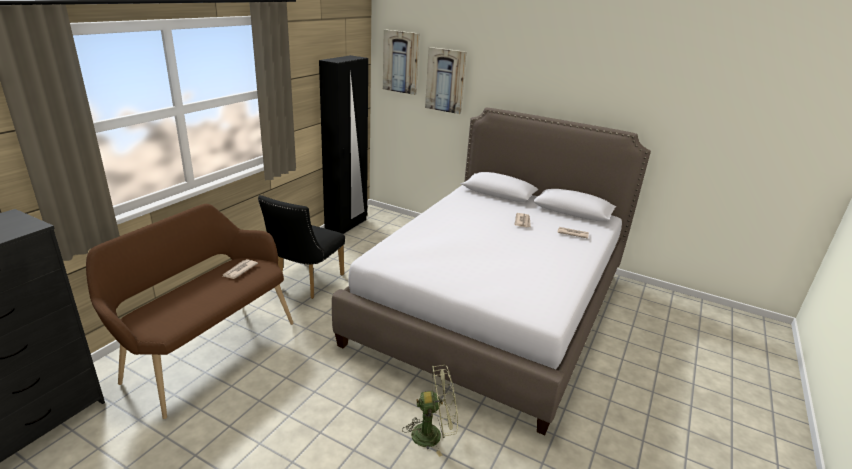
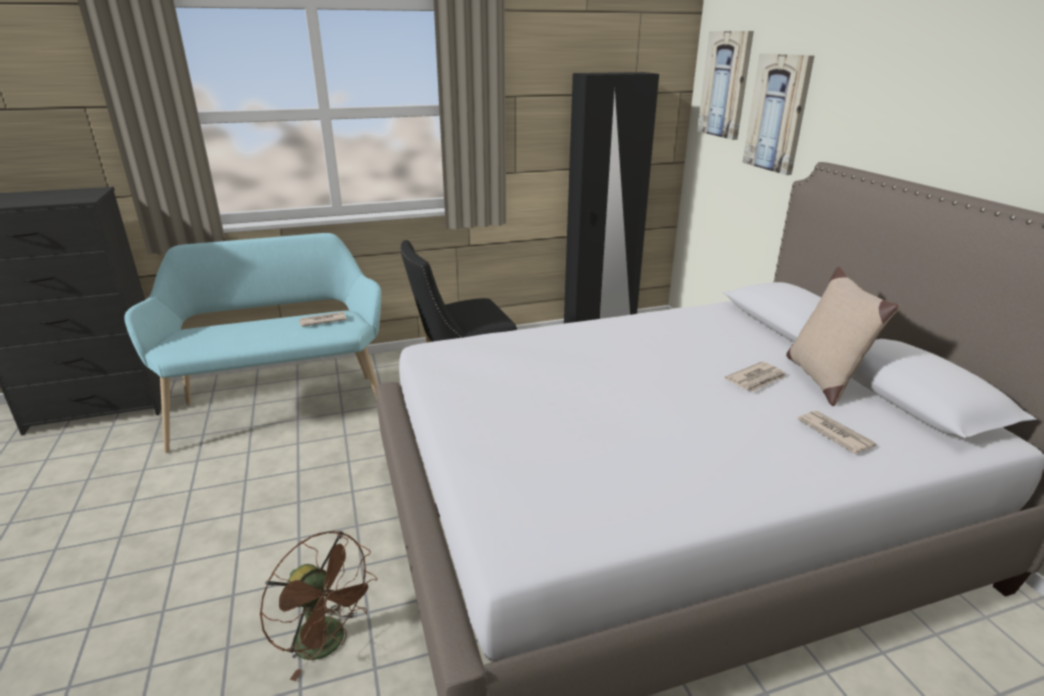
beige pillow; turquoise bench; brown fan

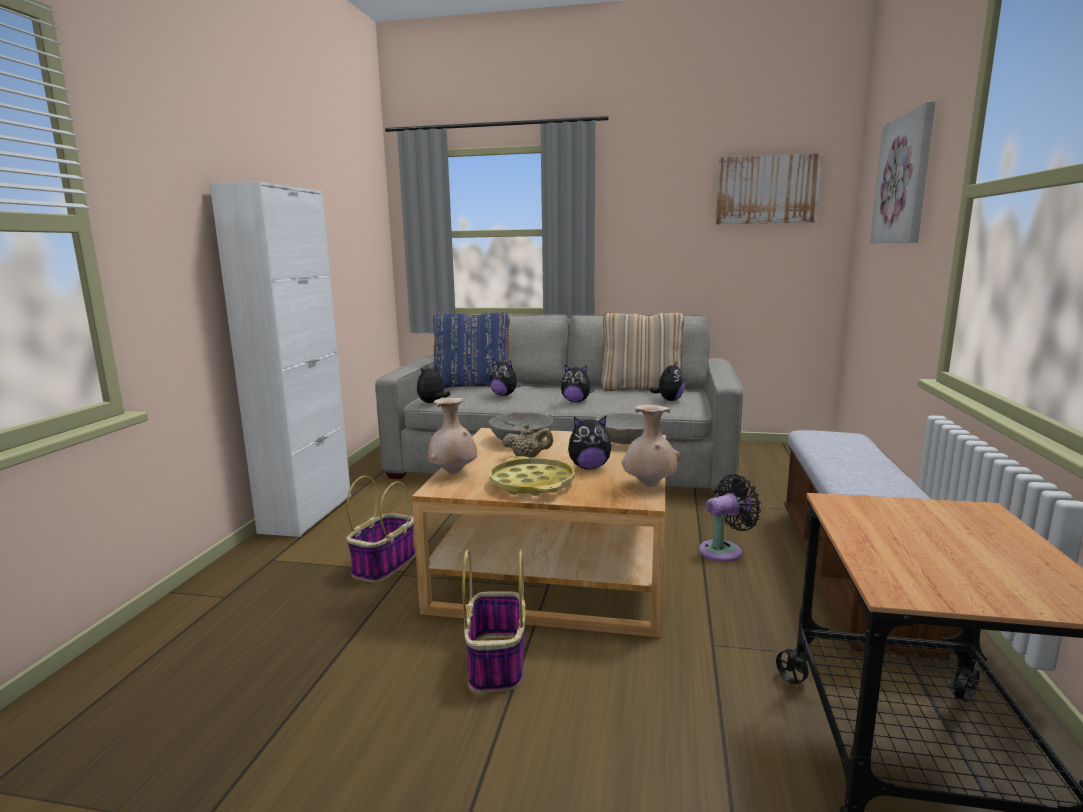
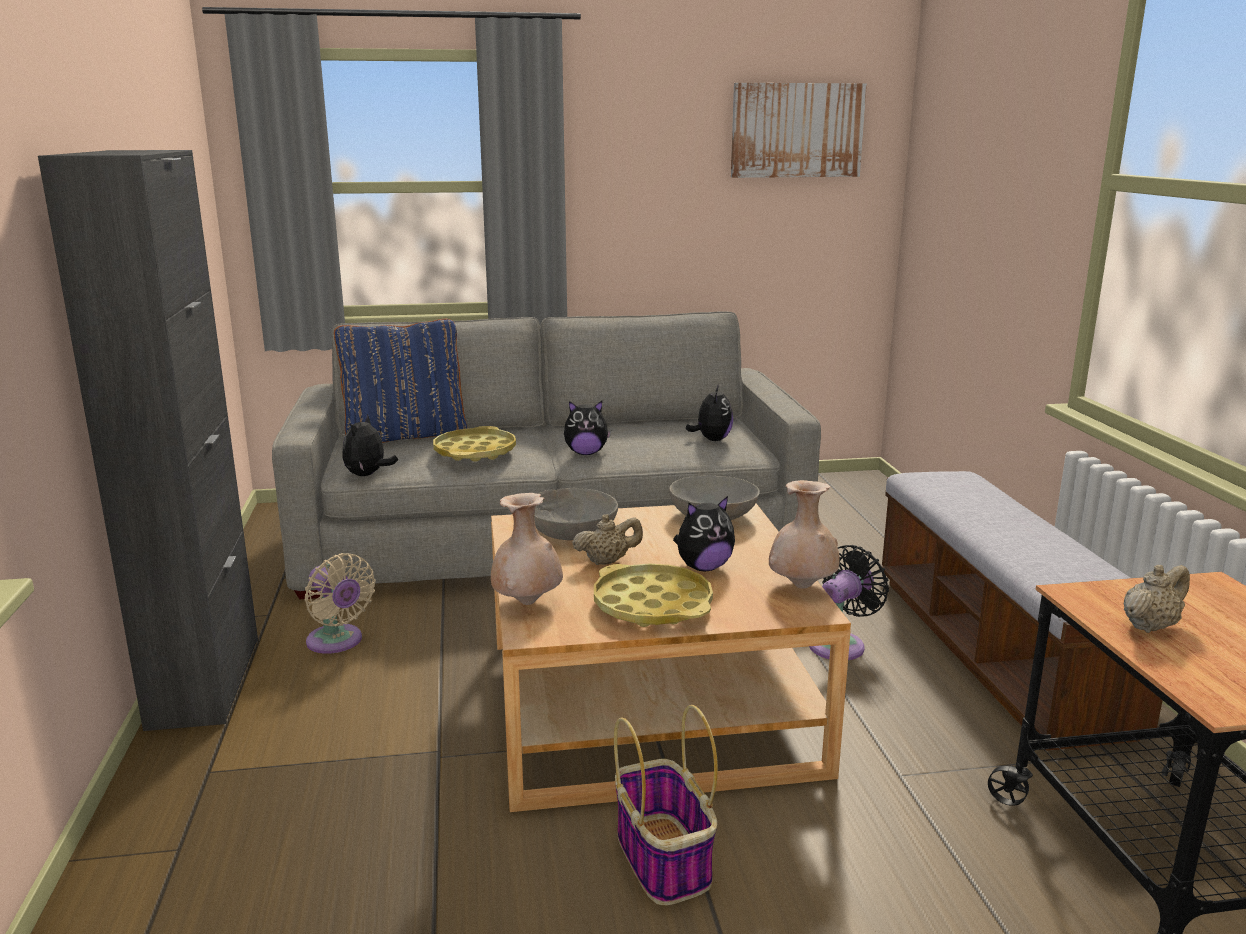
basket (no. 1 from left in the first image); beige pillow; picture (no. 2 from left in the first image); beige fan; beige teapot (no. 2 from left); yellow tray (no. 1 from left); black cabinet

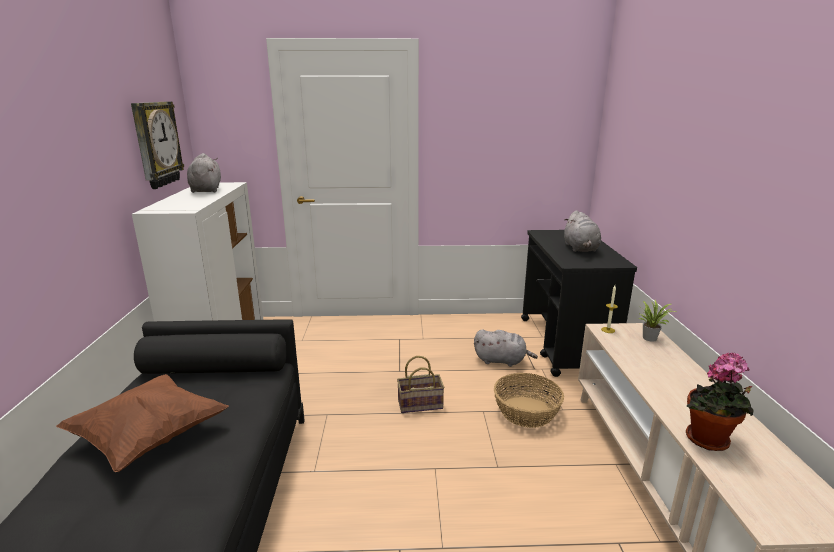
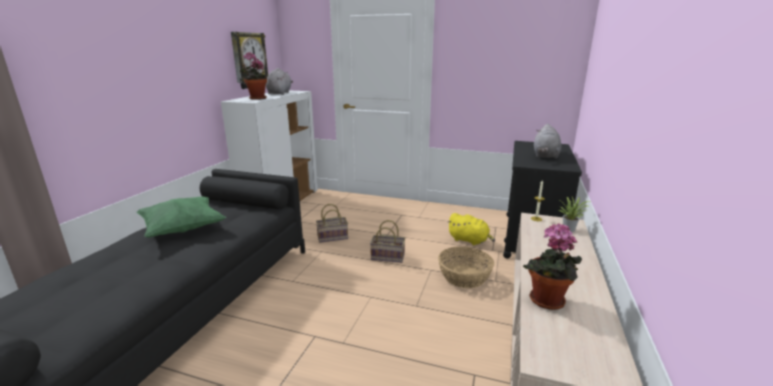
potted plant (no. 1 from left); basket (no. 1 from left); green pillow; yellow plush toy

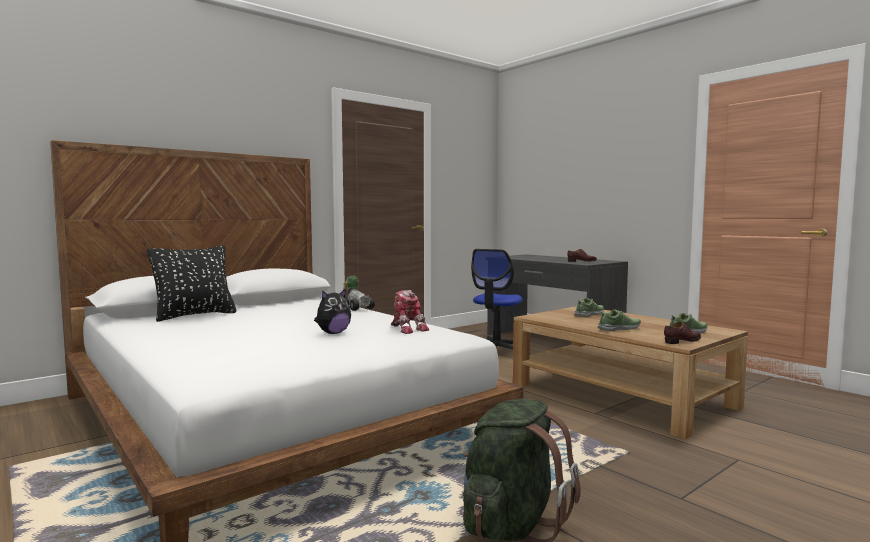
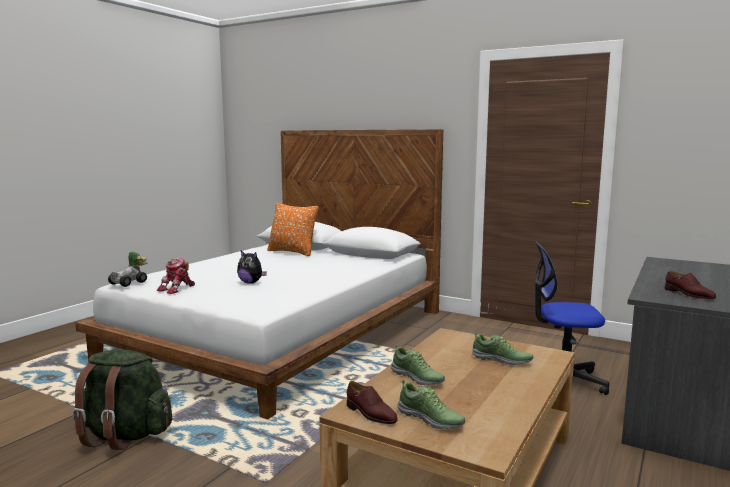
toy car; toy robot; orange pillow

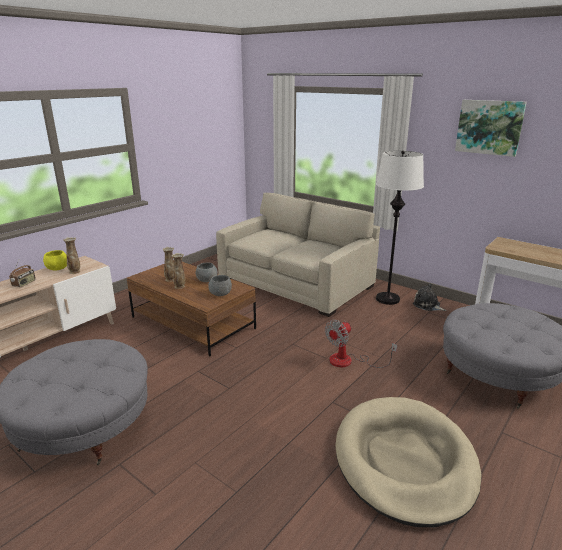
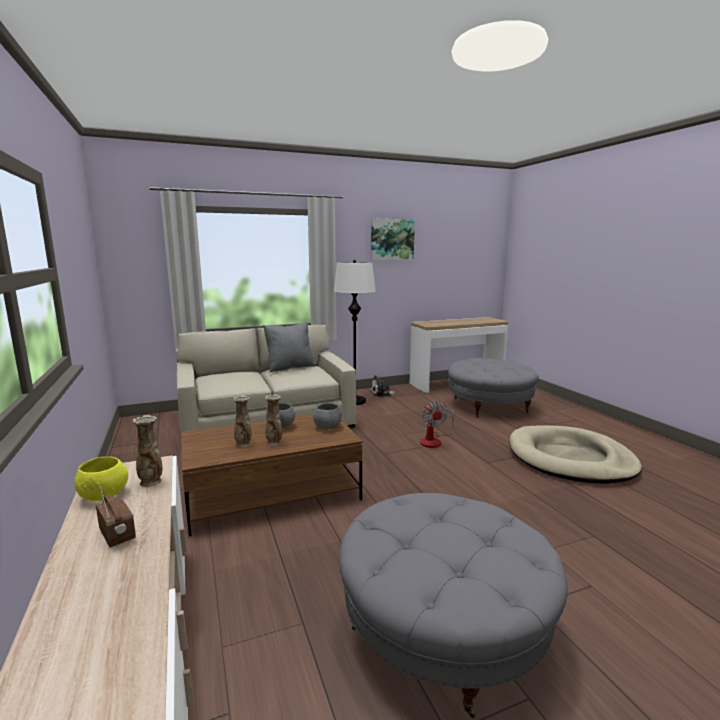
grey pillow

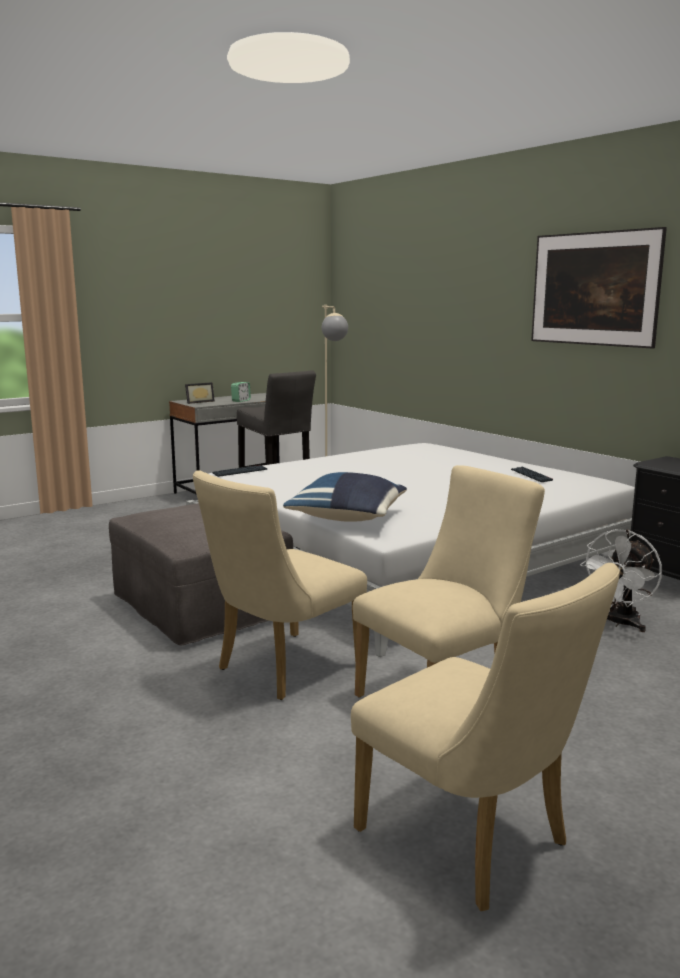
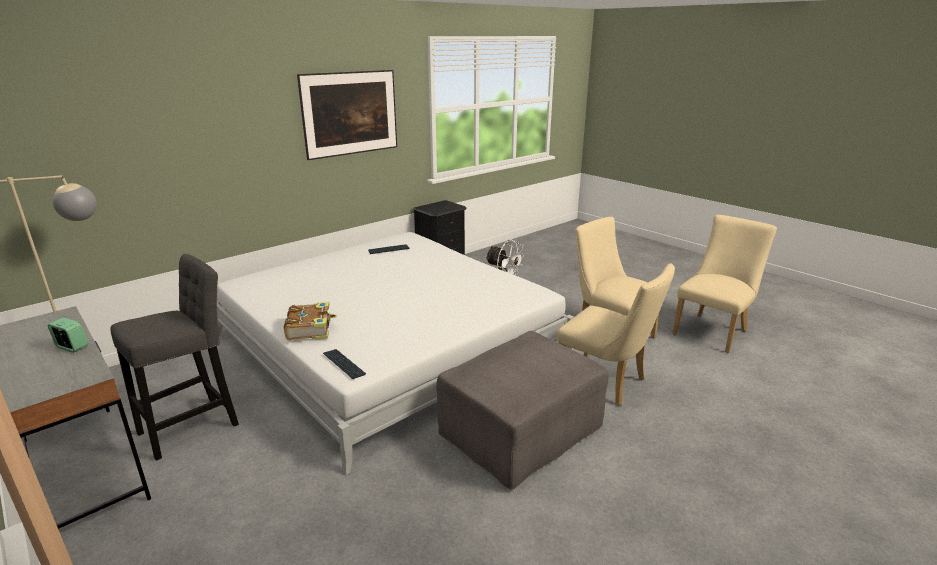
picture frame; blue pillow; book

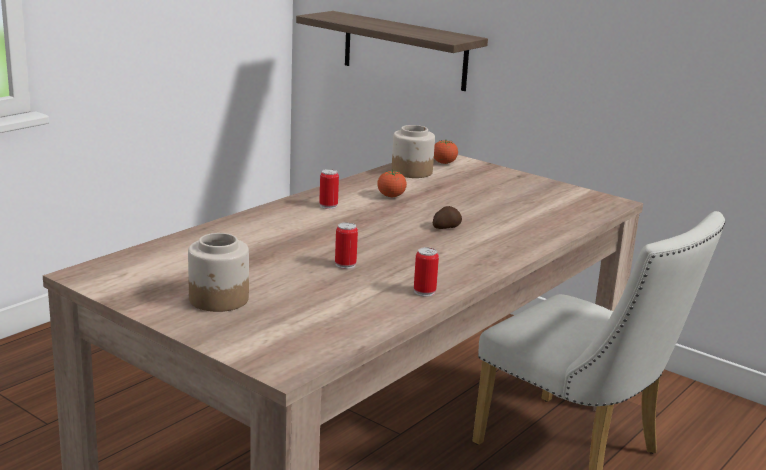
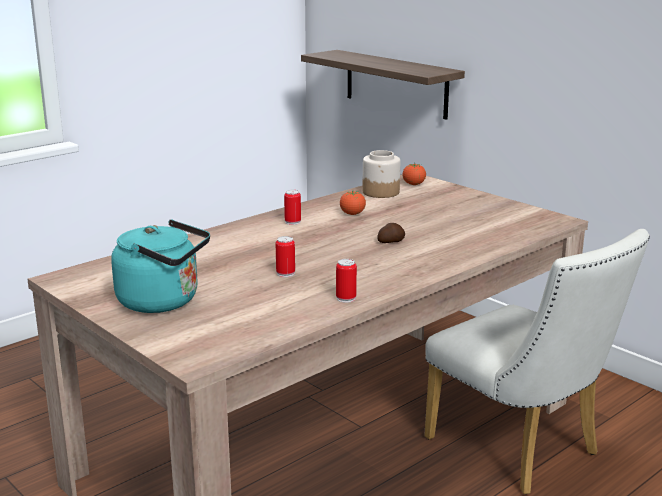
turquoise kettle

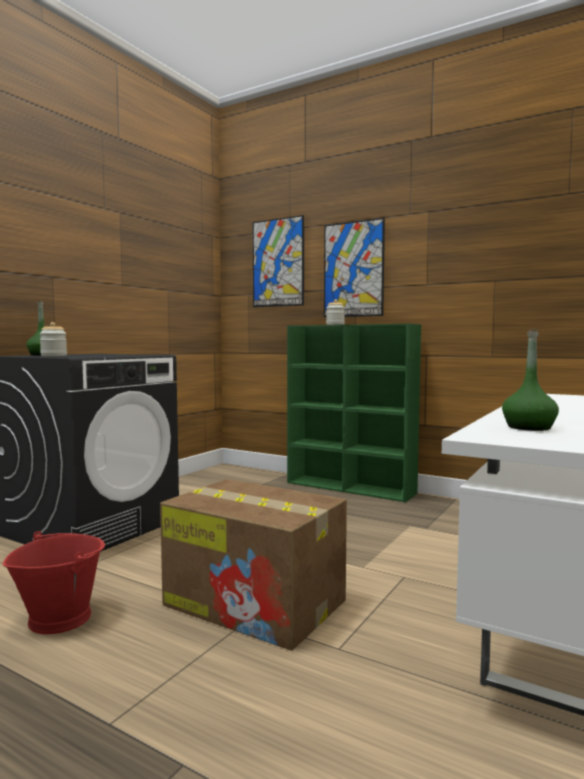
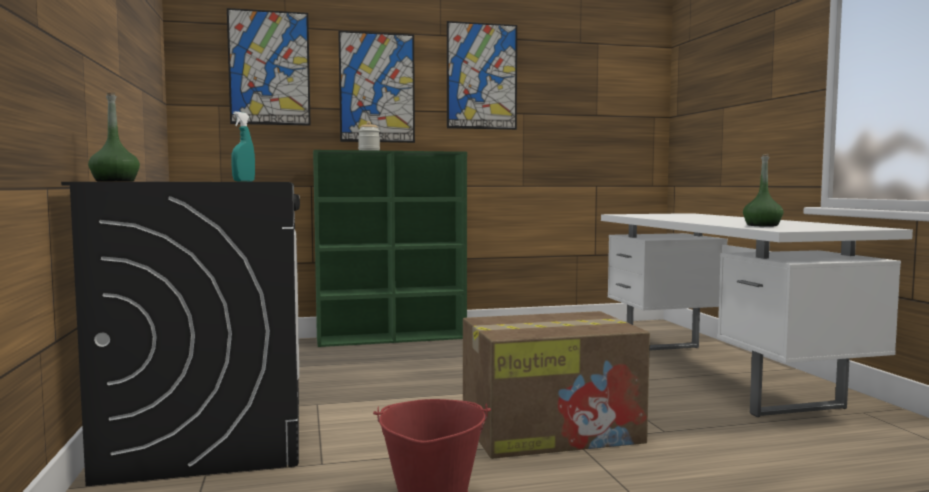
jar (no. 1 from left in the first image); turquoise spray bottle; picture (no. 3 from left)

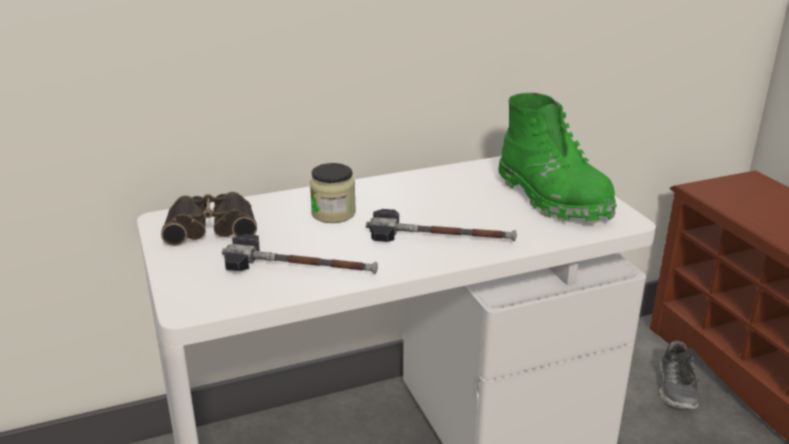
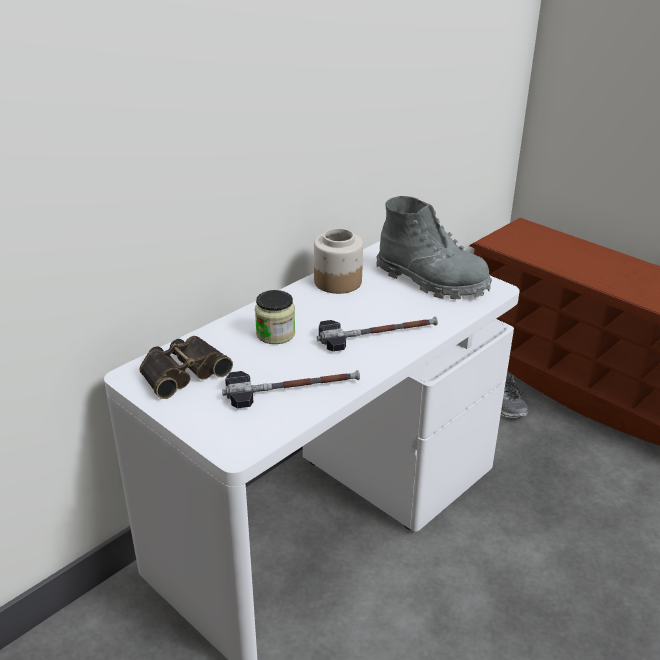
jar (no. 2 from left); grey boot

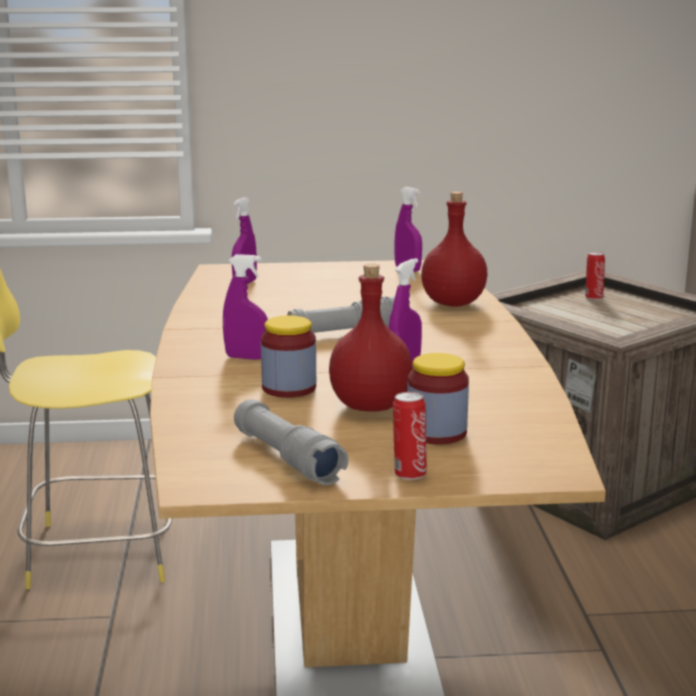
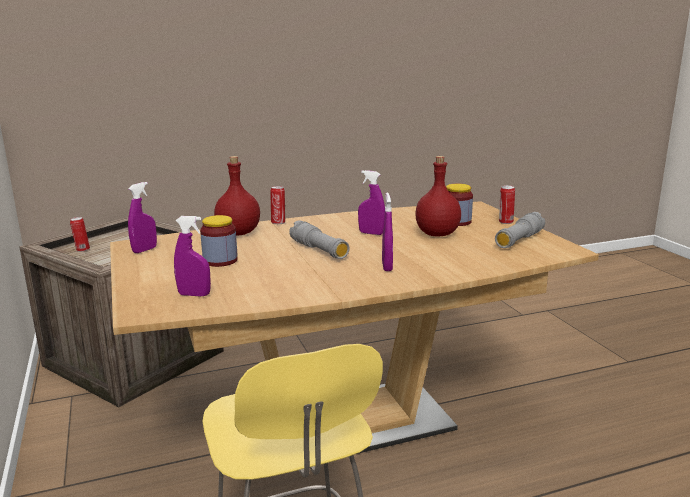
can (no. 2 from left); jar (no. 1 from left)

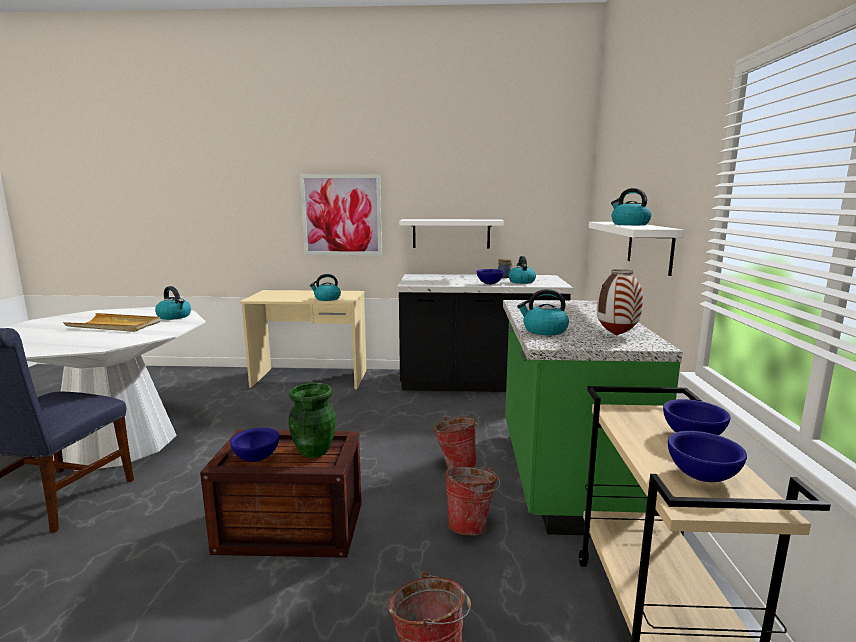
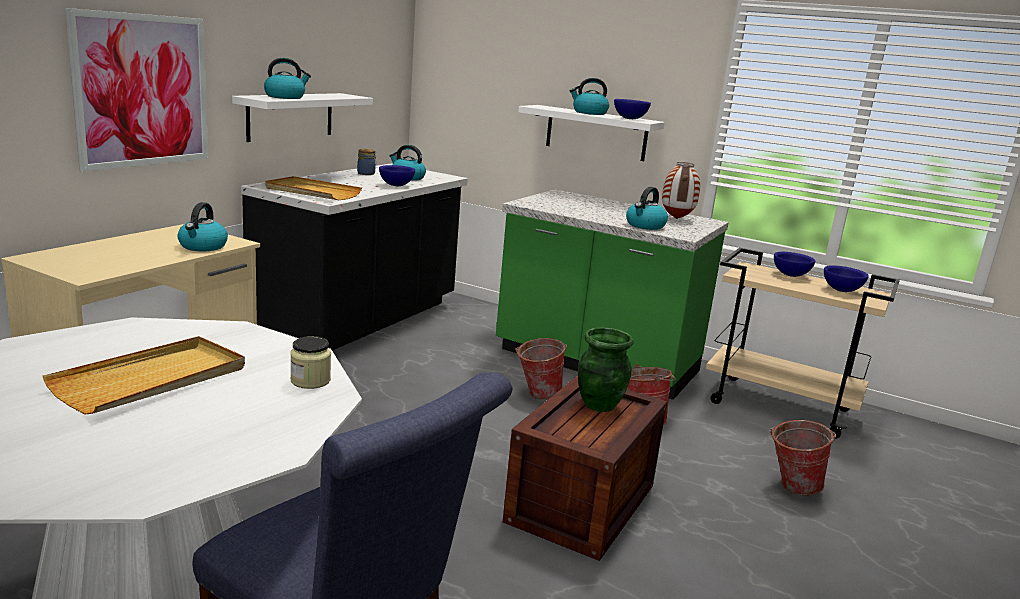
beige tray (no. 2 from left); jar (no. 1 from left); kettle (no. 2 from left); blue bowl (no. 2 from left)

